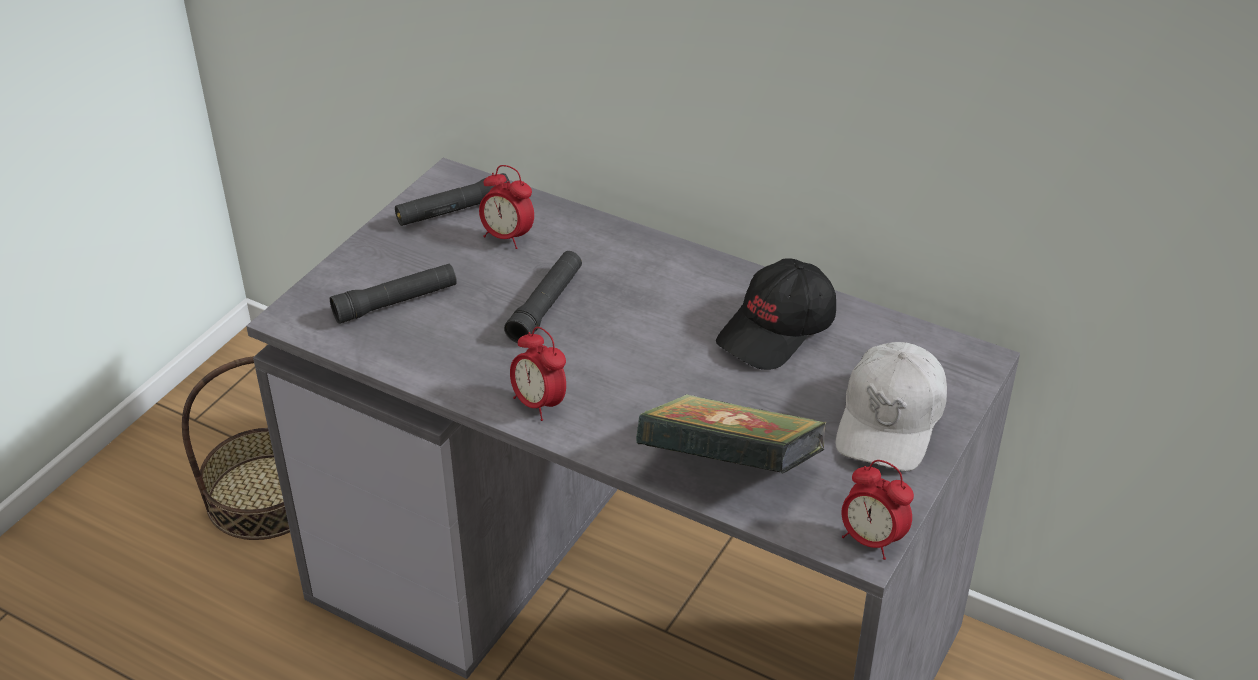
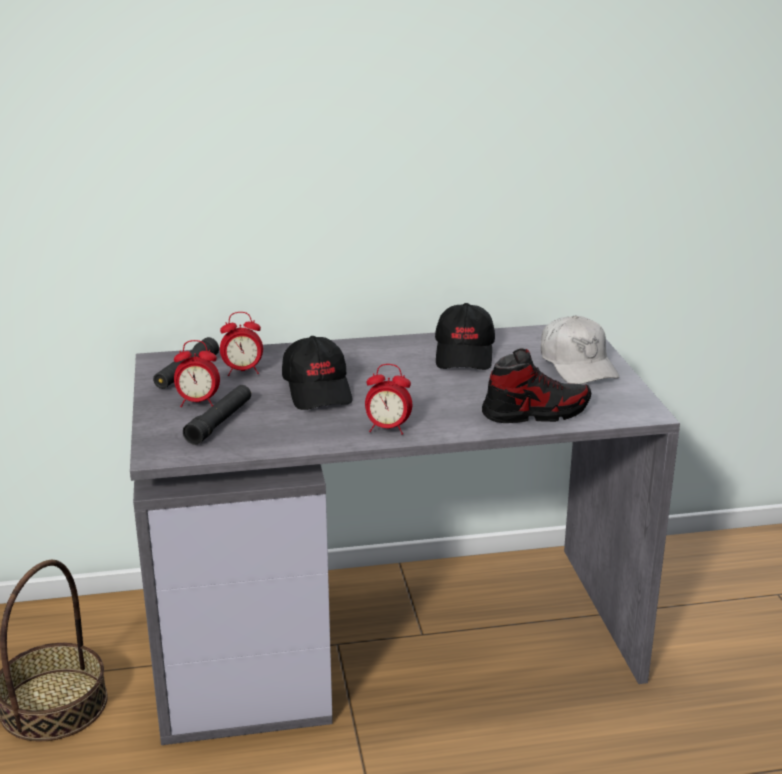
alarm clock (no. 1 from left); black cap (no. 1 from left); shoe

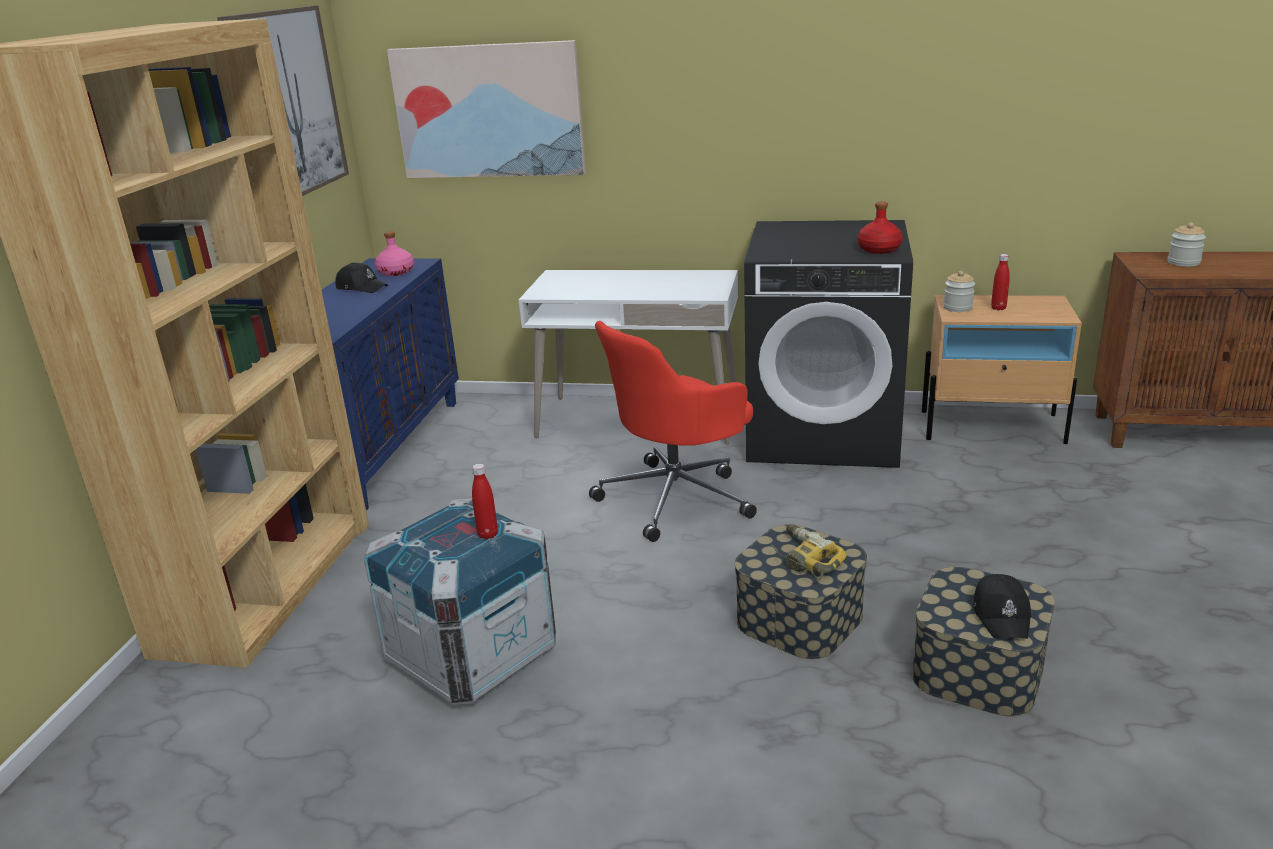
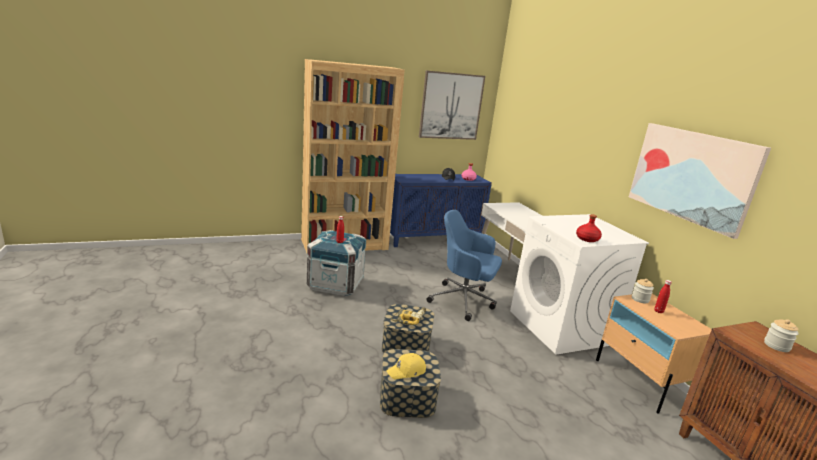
picture (no. 2 from left); blue office chair; white washing machine; yellow cap

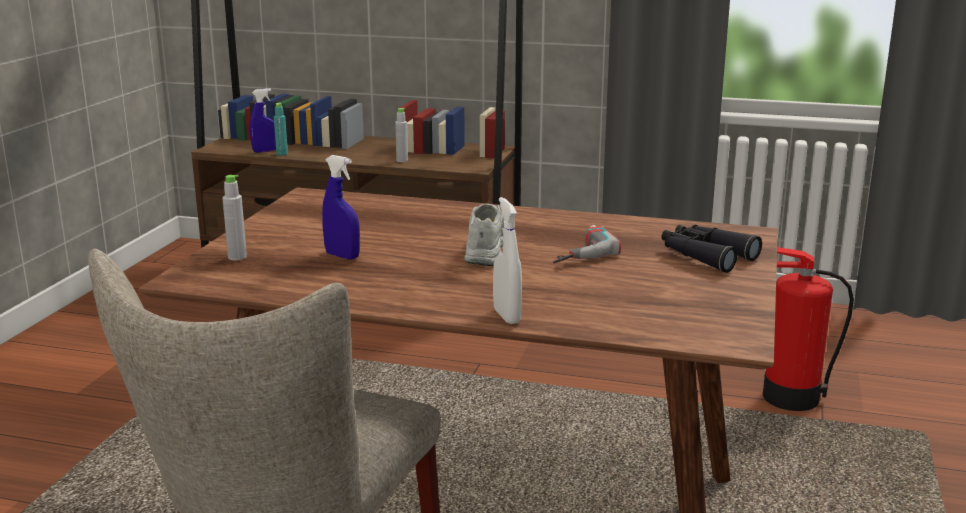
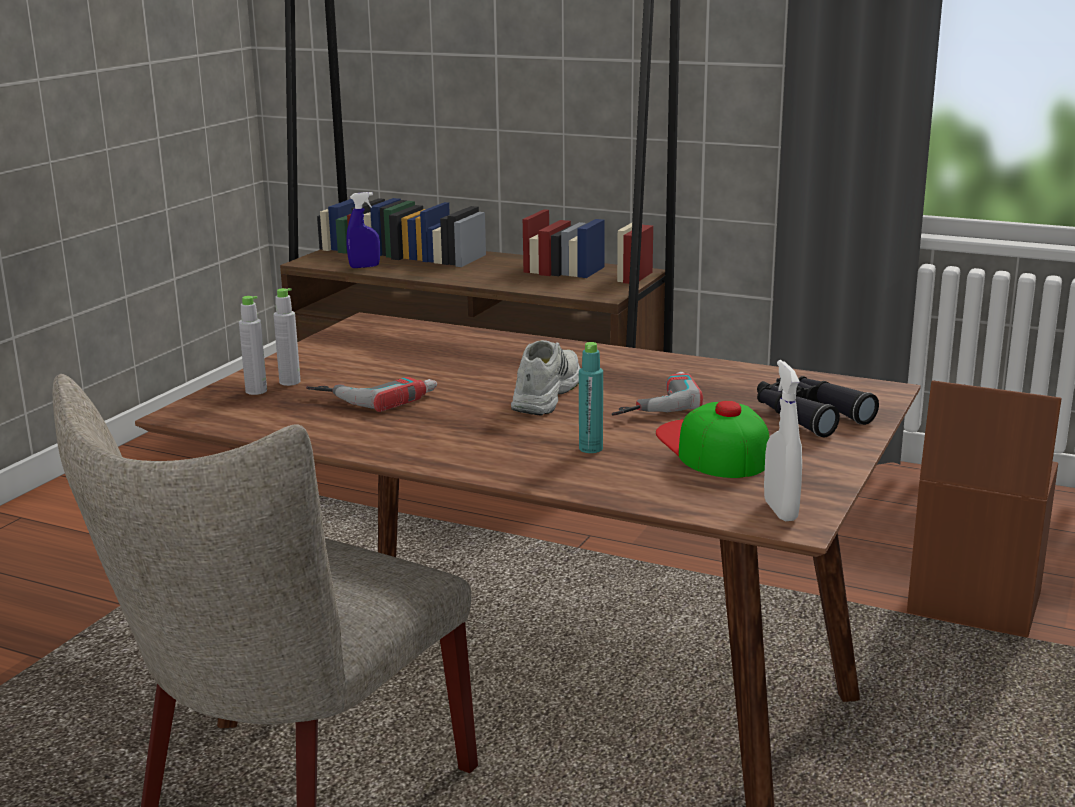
cap; turquoise bottle; grey bottle (no. 2 from left); white spray bottle; power drill (no. 1 from left); brown storage box

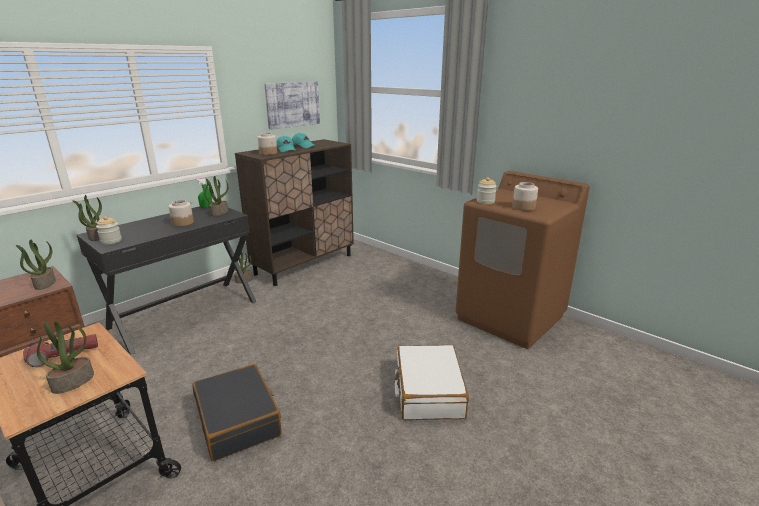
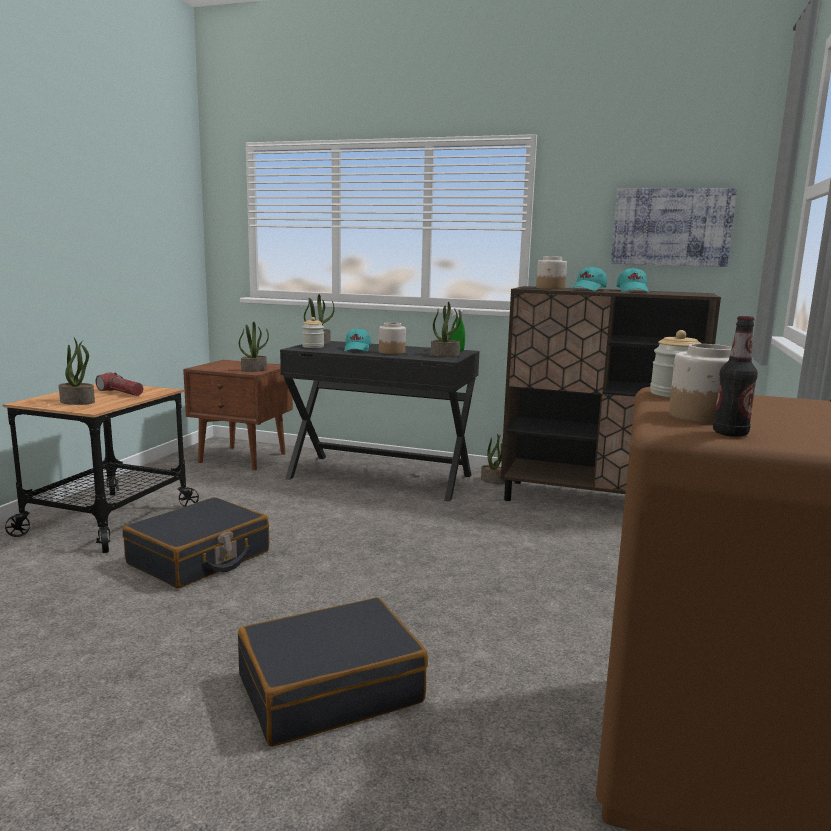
turquoise cap (no. 1 from left); bottle; black suitcase (no. 2 from left)

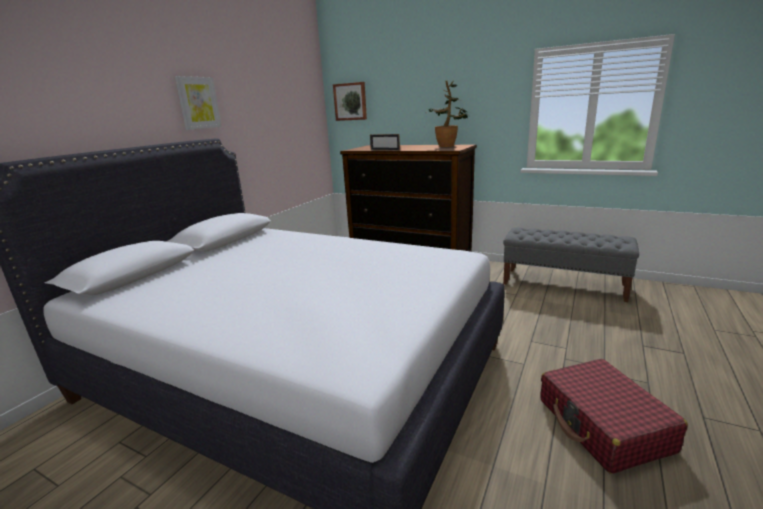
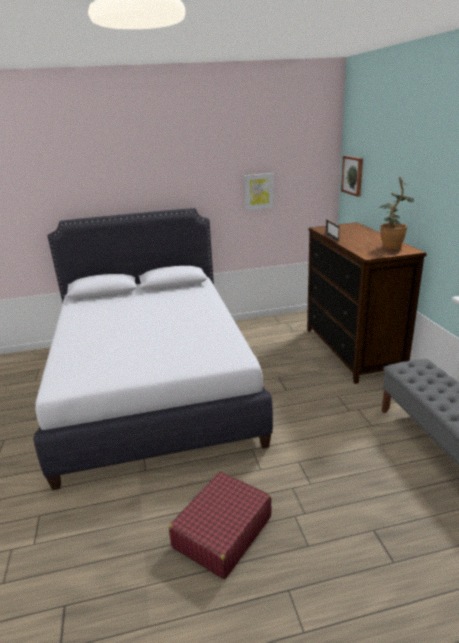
picture (no. 1 from left)

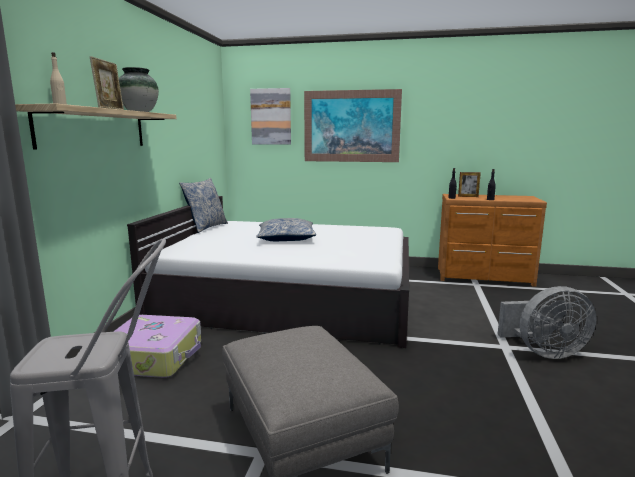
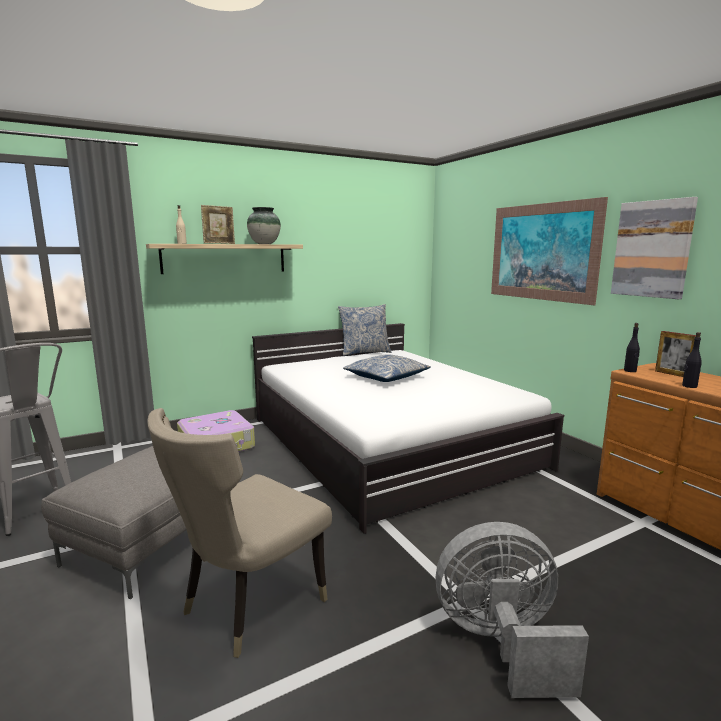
beige chair; picture (no. 2 from left); grey fan

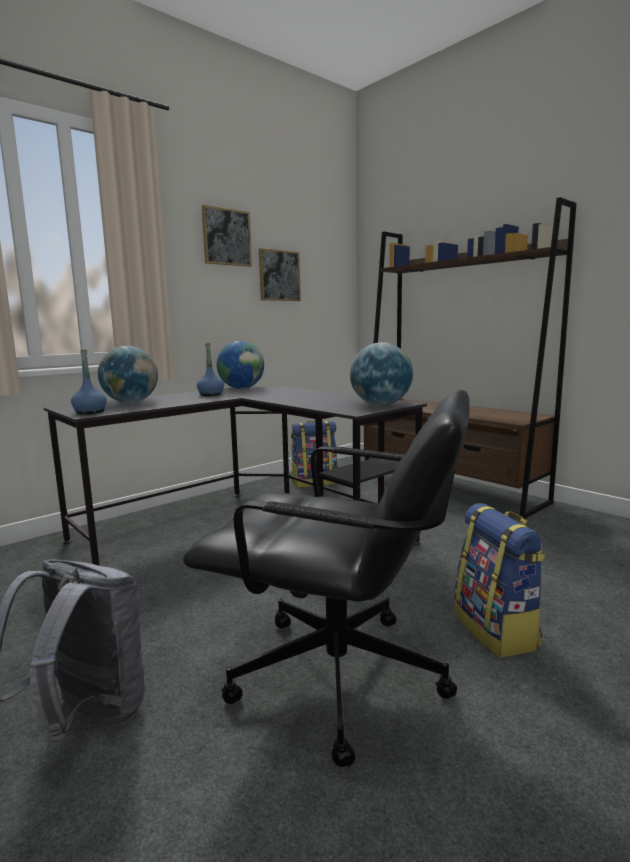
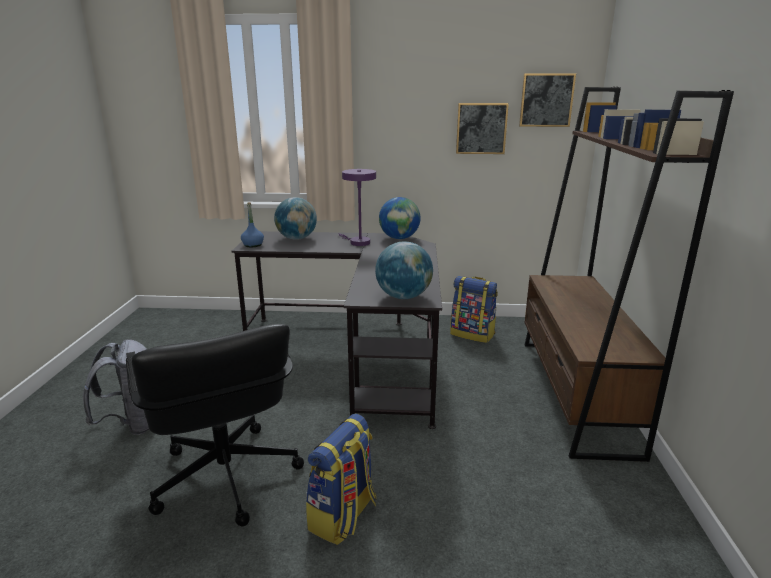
picture (no. 2 from left); purple table lamp

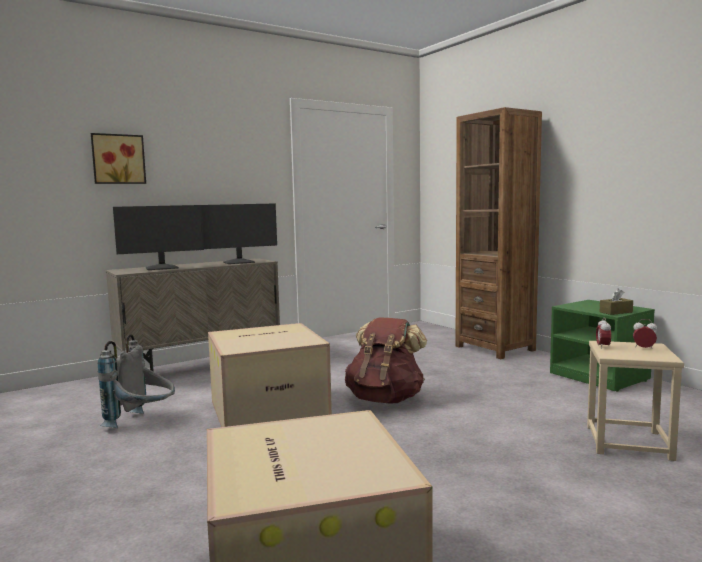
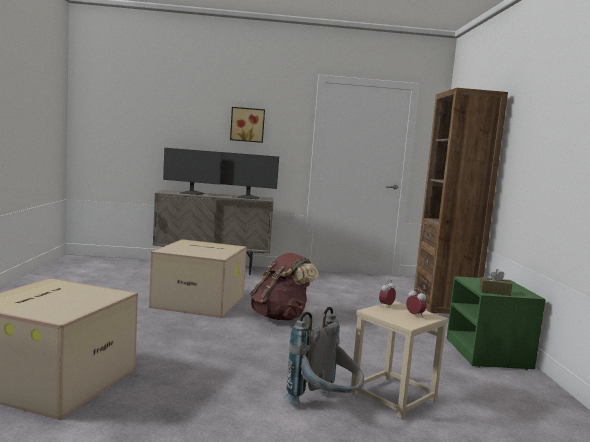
picture; grey backpack

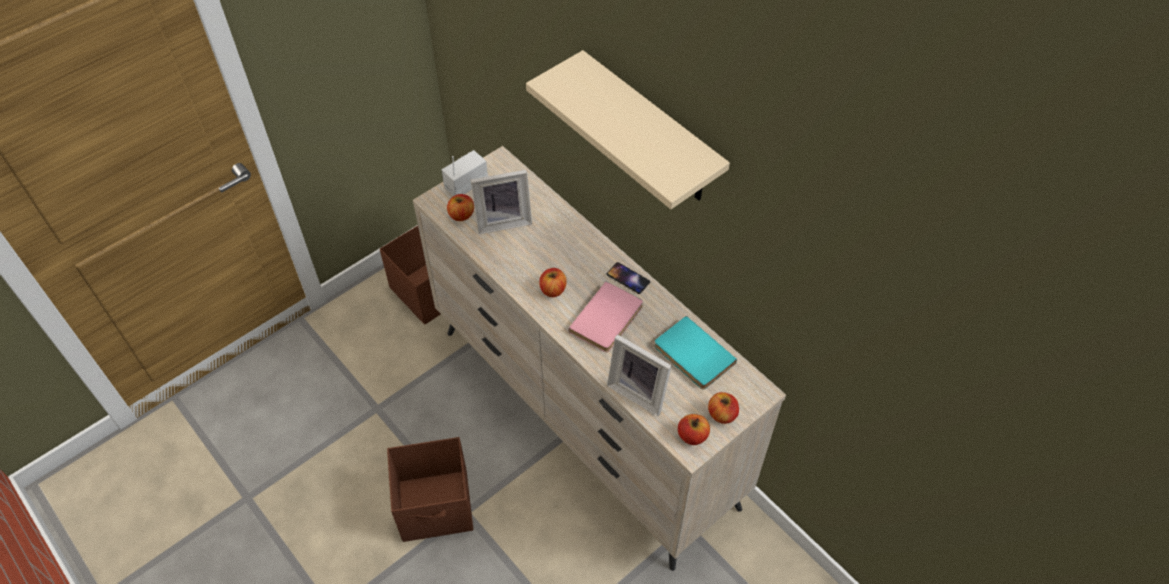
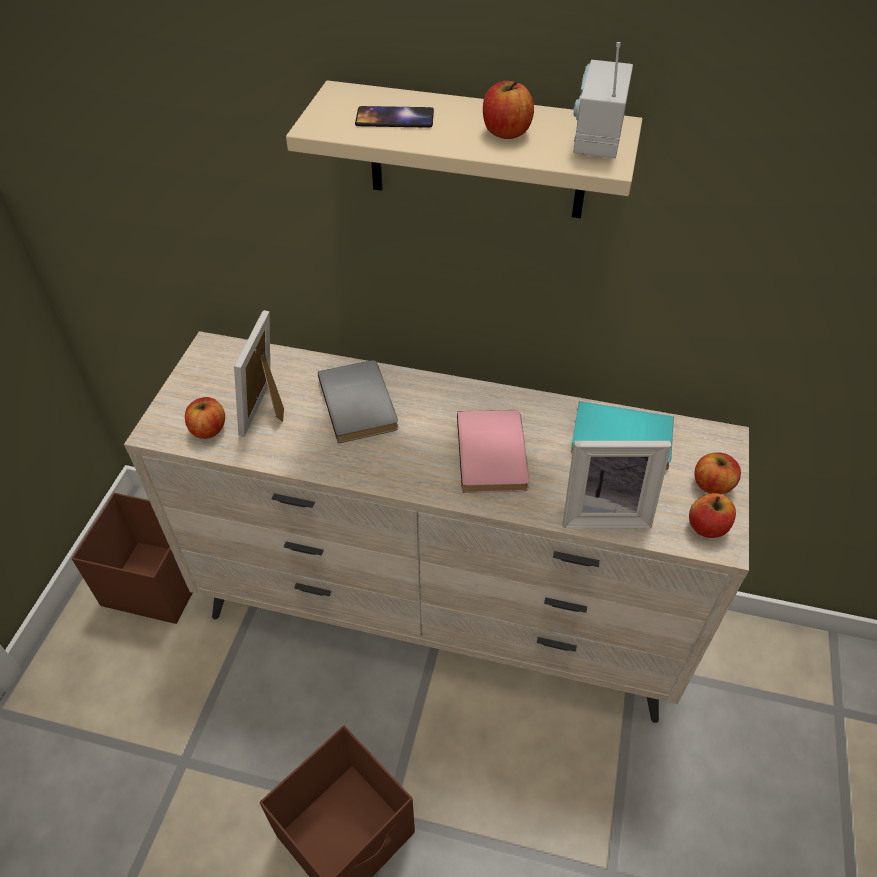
grey book; radio; apple (no. 2 from left); phone; picture frame (no. 1 from left)

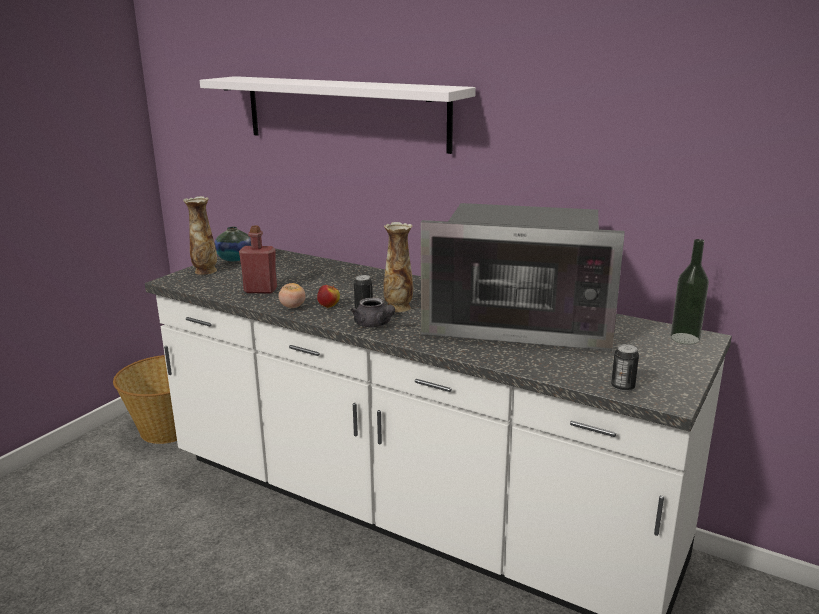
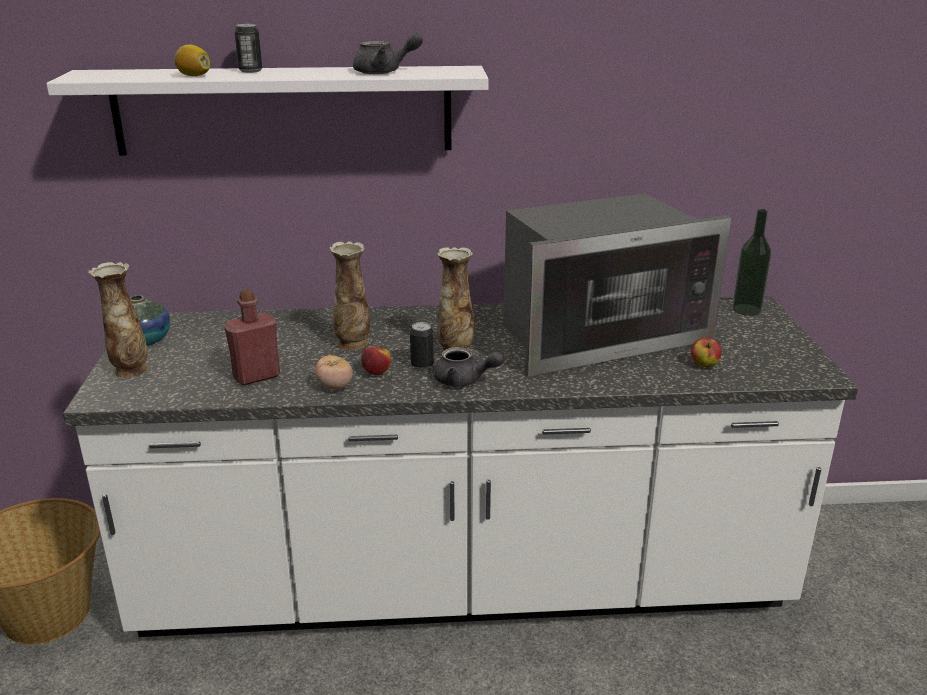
lemon; vase (no. 3 from left); grey teapot (no. 1 from left); apple (no. 2 from left); can (no. 1 from left)

